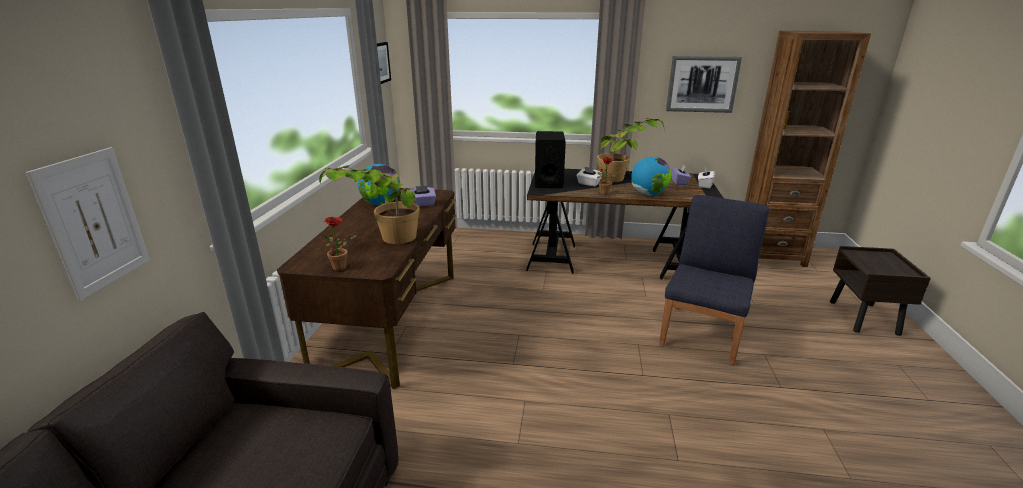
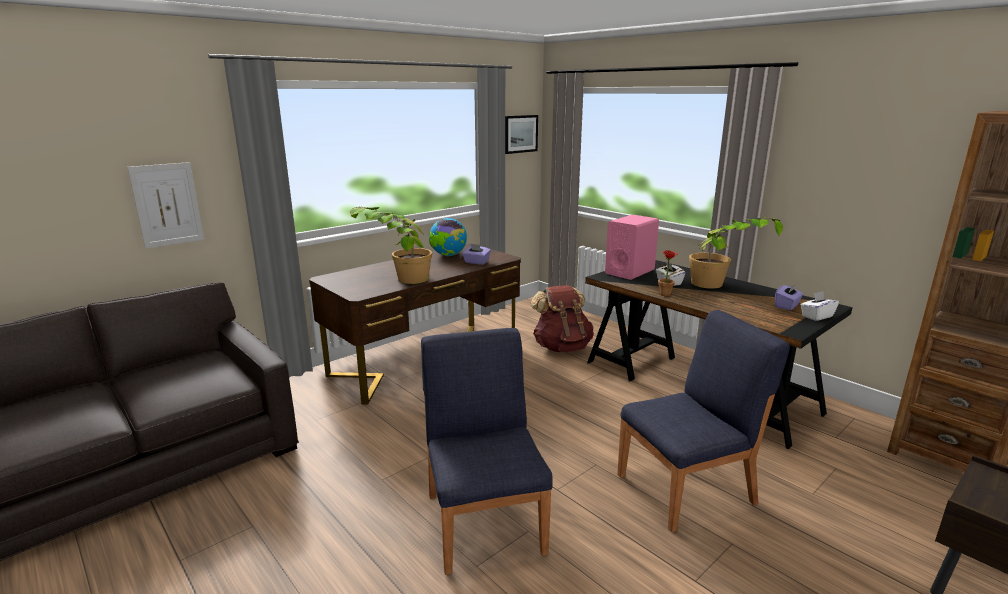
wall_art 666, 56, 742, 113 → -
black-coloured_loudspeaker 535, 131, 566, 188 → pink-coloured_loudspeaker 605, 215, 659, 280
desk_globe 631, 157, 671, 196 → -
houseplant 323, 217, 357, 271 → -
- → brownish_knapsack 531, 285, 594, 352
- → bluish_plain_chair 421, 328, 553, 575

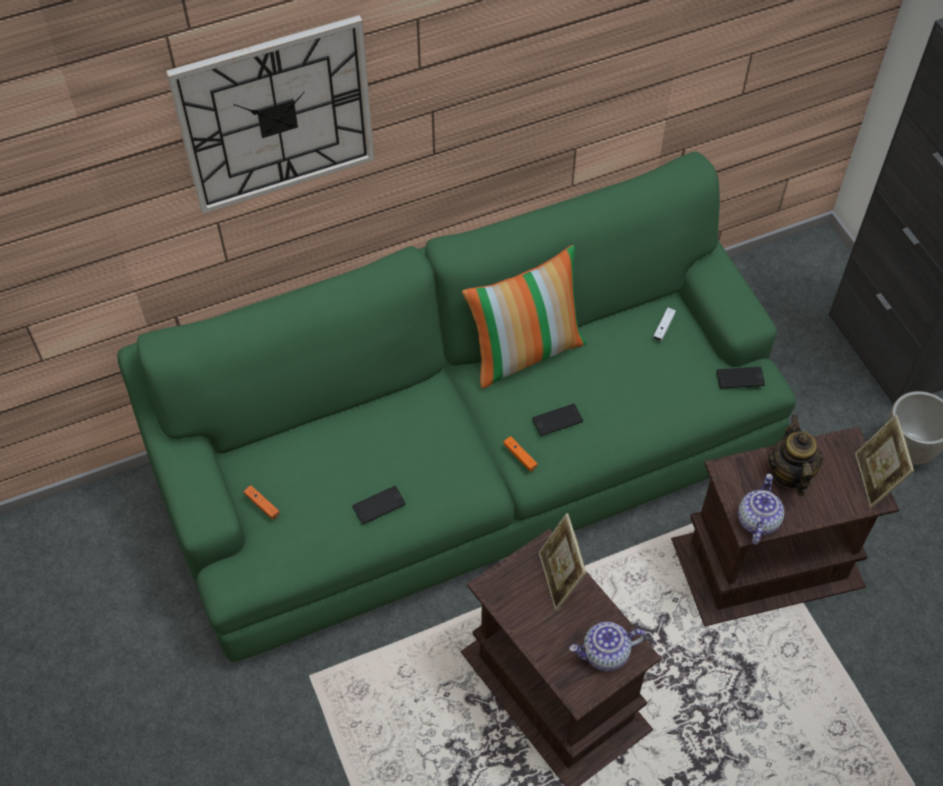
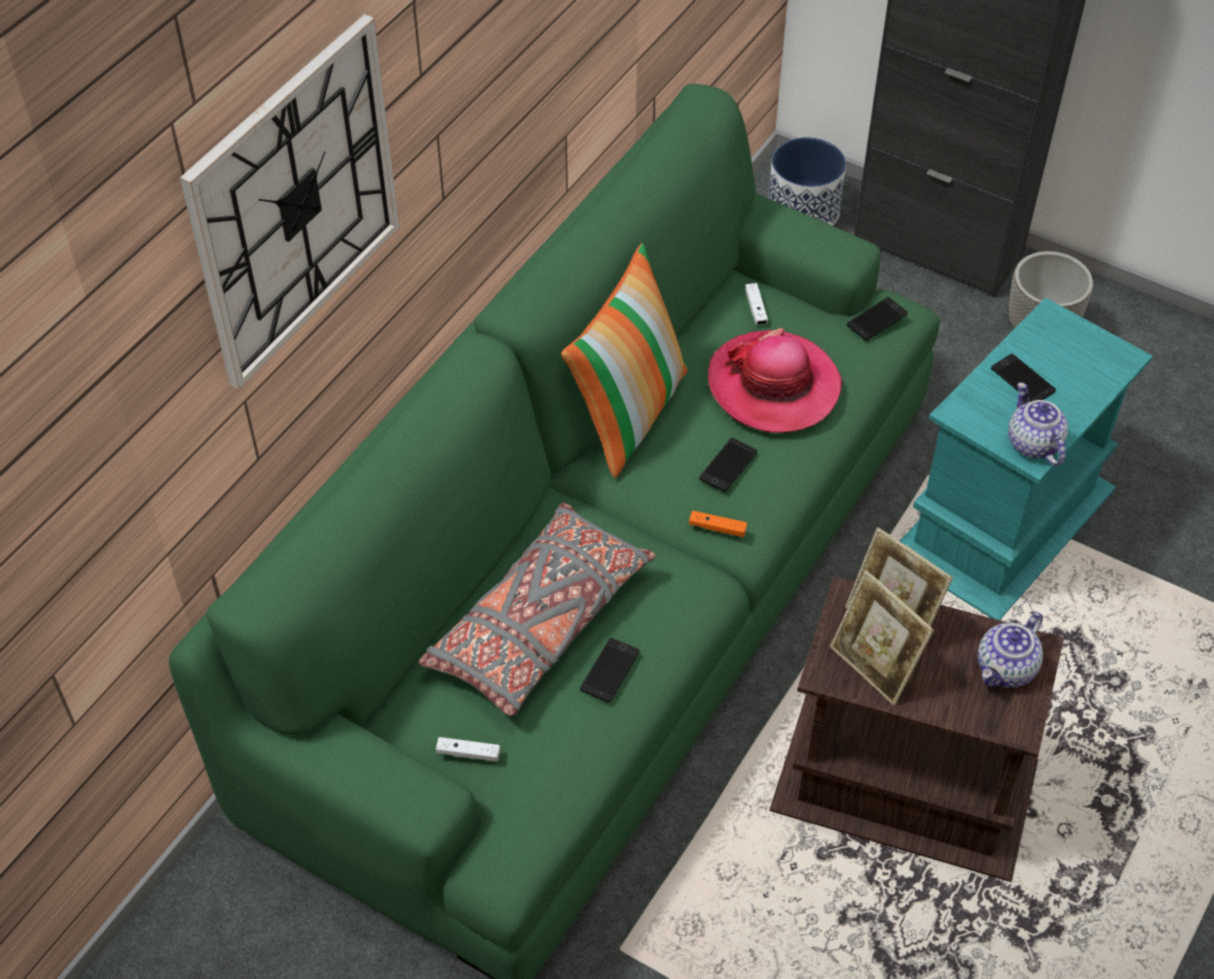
pot_for_tea 768, 415, 823, 496 → phone 991, 354, 1056, 402
photo_frame 855, 415, 914, 508 → photo_frame 830, 570, 934, 705, shifted
brownish_end_table 671, 426, 899, 627 → turquoise_end_table 900, 297, 1153, 620
orange_game_controller 244, 485, 280, 520 → white-coloured_game_controller 436, 737, 500, 762
- → flower_pot 768, 137, 846, 226
- → hat 708, 328, 843, 433
- → greyish_cushion 419, 503, 656, 716

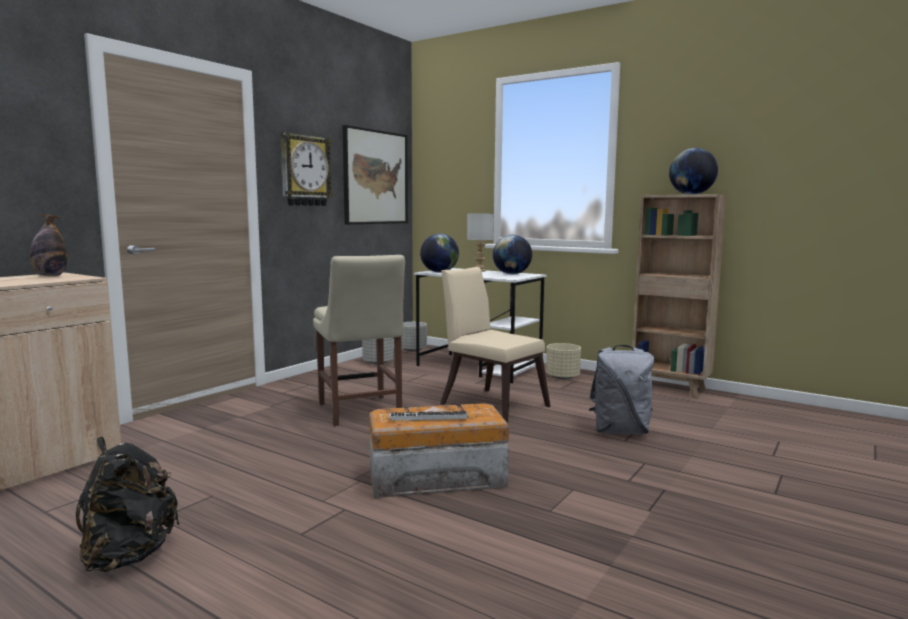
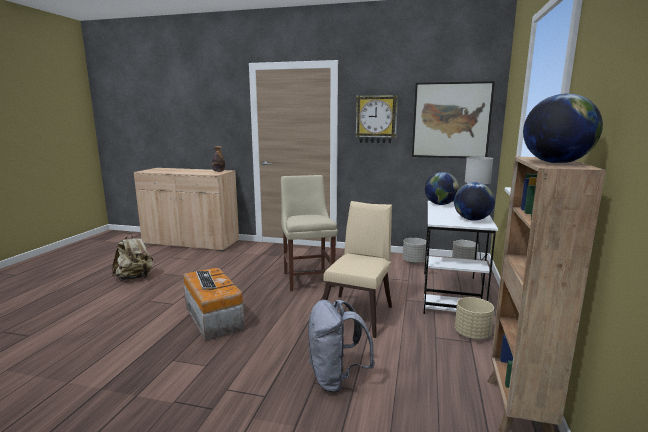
beige_plain_chair 313, 255, 405, 426 → beige_plain_chair 281, 175, 338, 291, 120 degrees clockwise
black-coloured_knapsack 76, 437, 180, 572 → beige_knapsack 112, 233, 154, 280

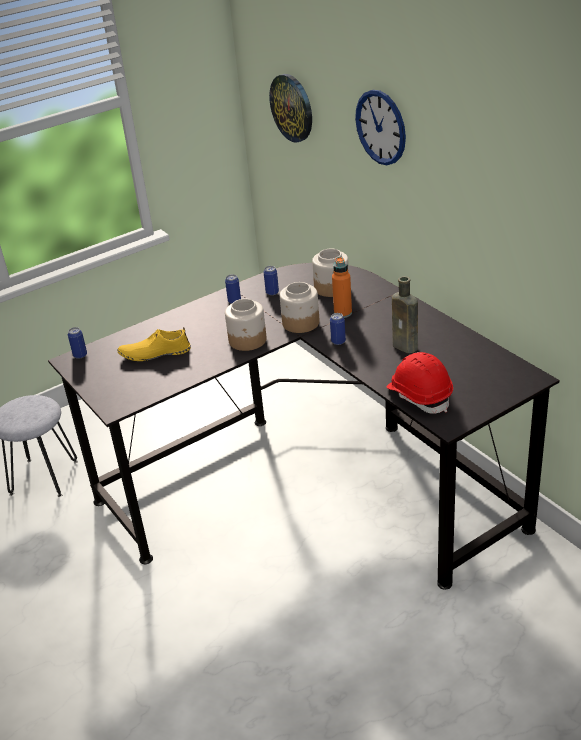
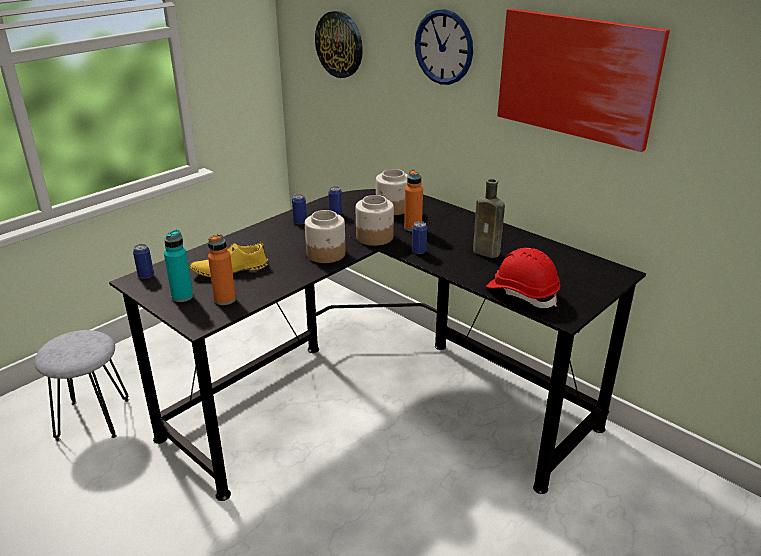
- → wall_art 497, 8, 670, 152
- → turquoise_bottle 164, 230, 193, 302
- → orange_bottle 208, 234, 236, 305

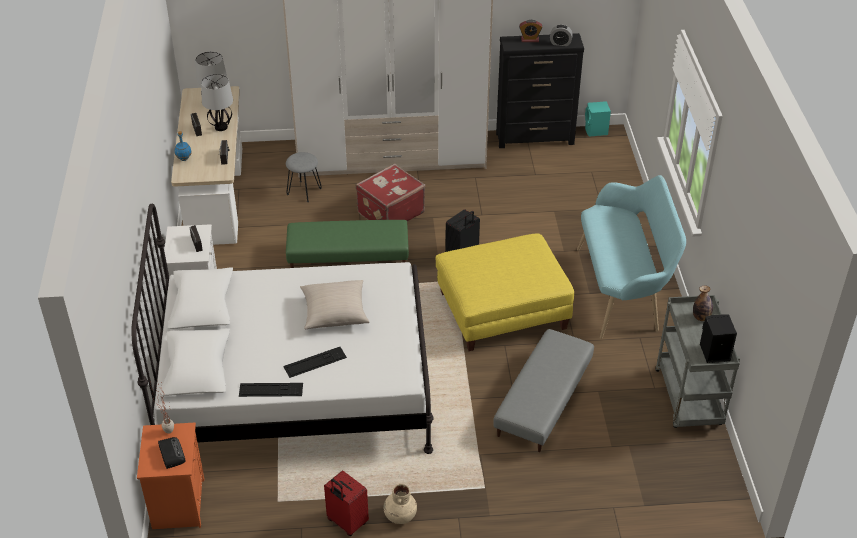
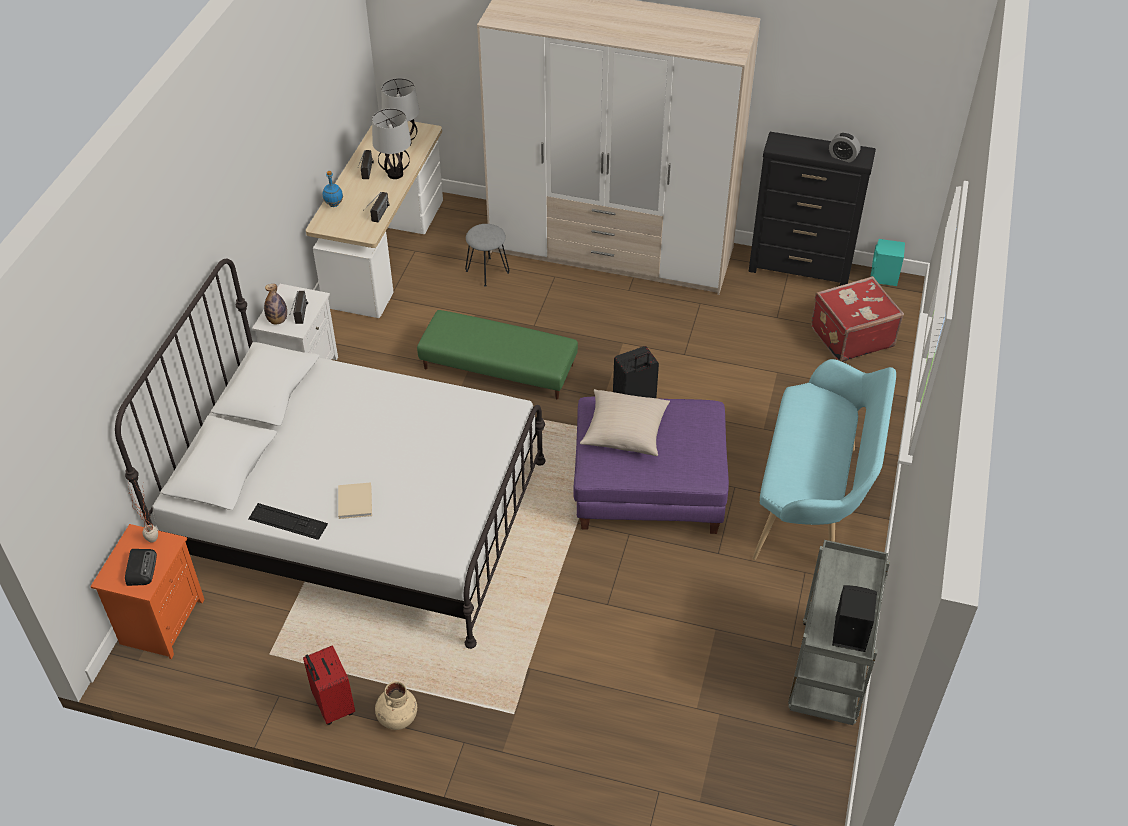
bedside_clock 519, 20, 542, 42 → -
red_suitcase 355, 163, 425, 222 → red_suitcase 811, 276, 904, 362, shifted
yellow-coloured_pouffe 436, 234, 574, 351 → purple-coloured_pouffe 573, 397, 729, 534
beige_cushion 300, 280, 369, 329 → beige_cushion 580, 389, 670, 456, shifted
bottle 693, 286, 713, 321 → bottle 264, 284, 287, 325, shifted
greyish_pouffe 493, 329, 594, 452 → -
keyboard 283, 347, 347, 378 → beige_bound_book 338, 482, 372, 519

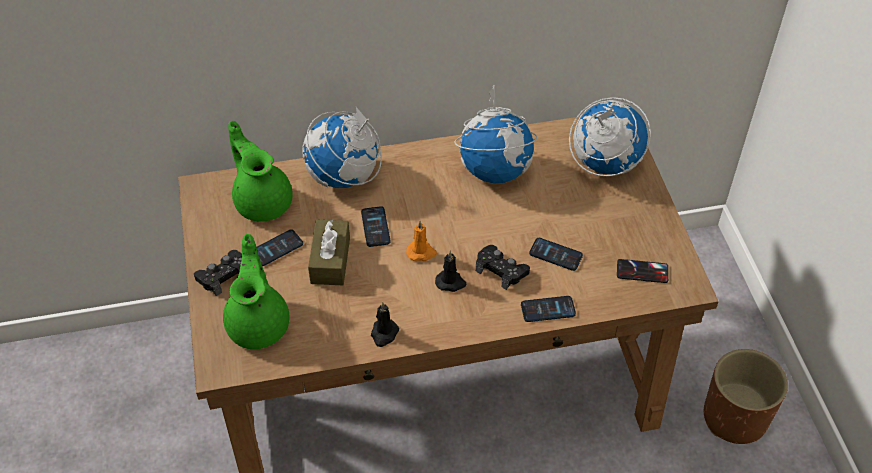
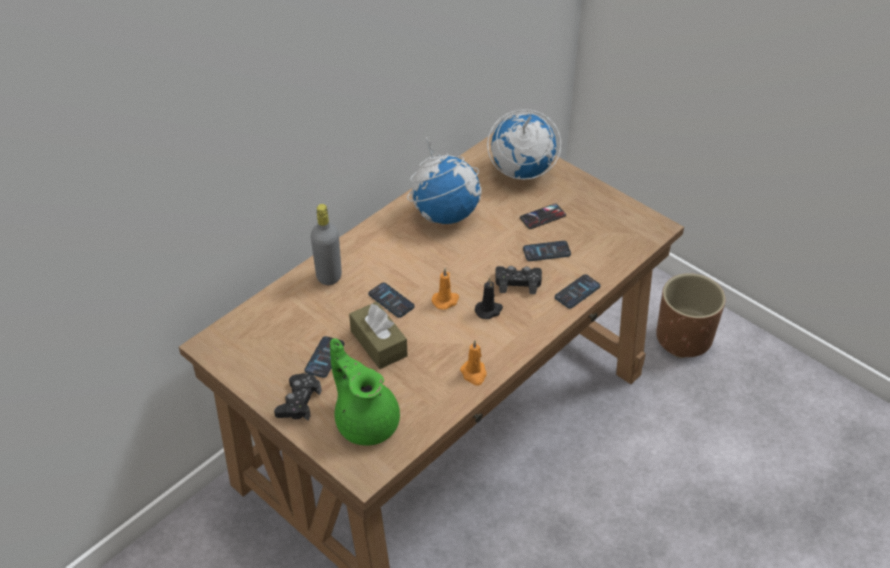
desk_globe 302, 107, 382, 188 → greyish_bottle 311, 204, 342, 285
greenish_pot_for_tea 228, 121, 293, 222 → -
phone 617, 259, 668, 283 → phone 520, 204, 566, 229, shifted
black-coloured_wax_light 371, 302, 399, 347 → orange_wax_light 460, 340, 487, 386

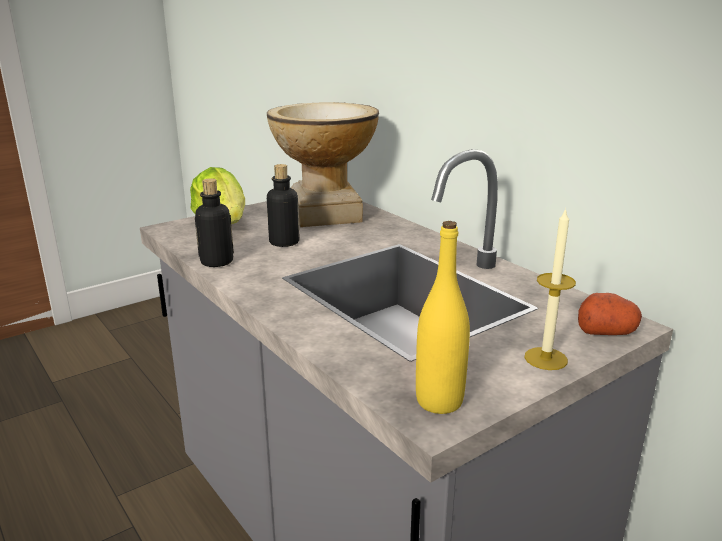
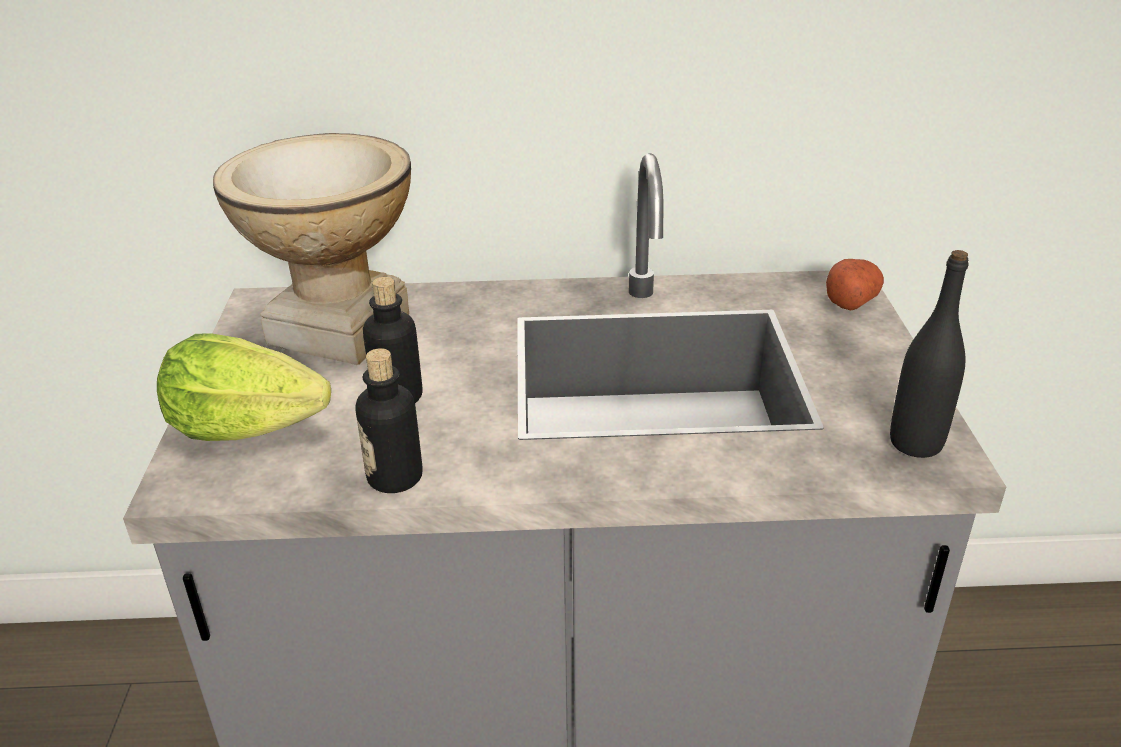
wax_light 524, 208, 576, 370 → -
yellow-coloured_bottle 416, 221, 470, 414 → black-coloured_bottle 890, 250, 968, 458

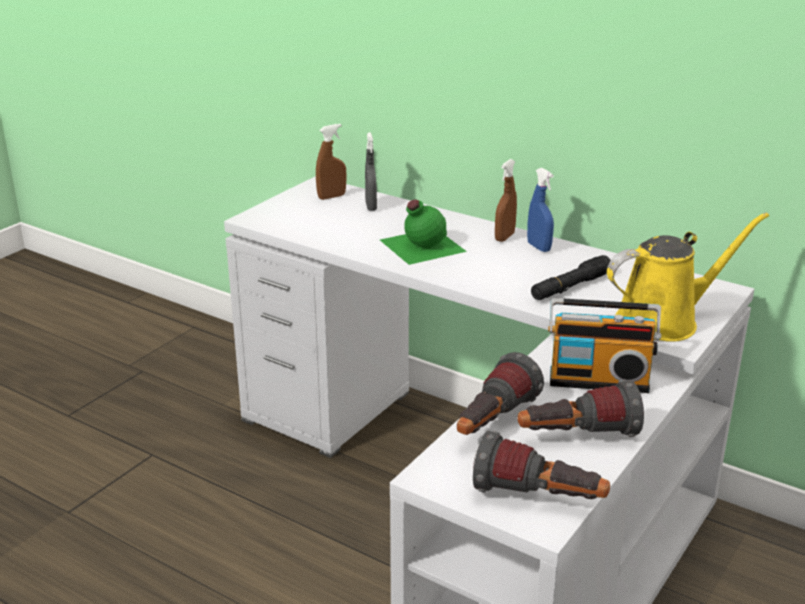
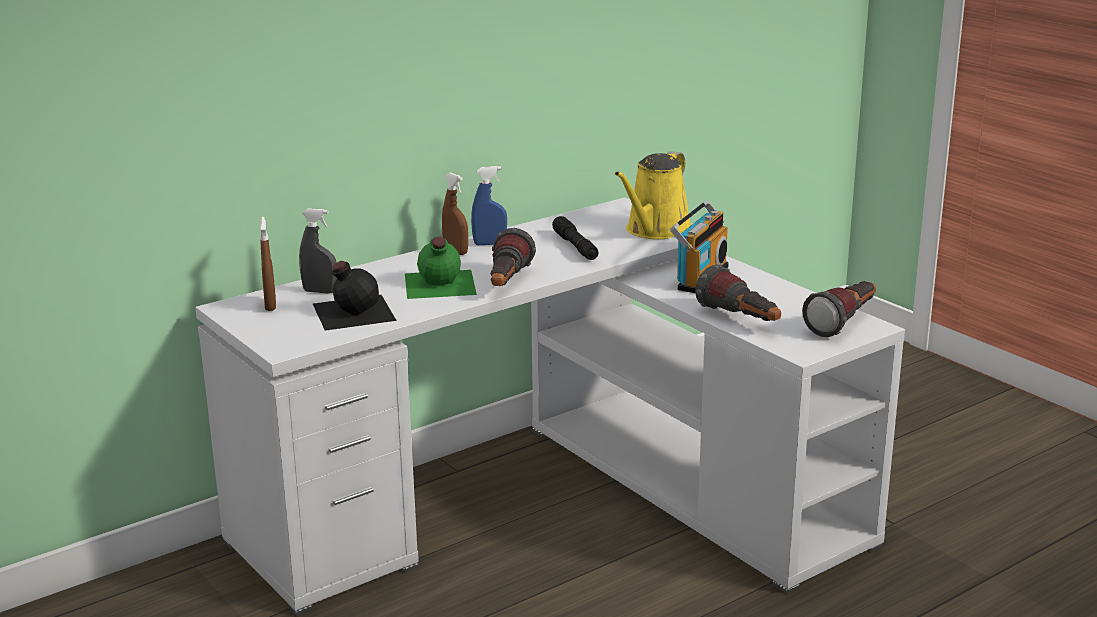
yellow-coloured_watering_pot 607, 212, 769, 341 → yellow-coloured_watering_pot 615, 152, 692, 239, 150 degrees counterclockwise
torch 518, 380, 644, 437 → torch 490, 228, 536, 286, shifted
- → black-coloured_bottle 313, 261, 397, 331

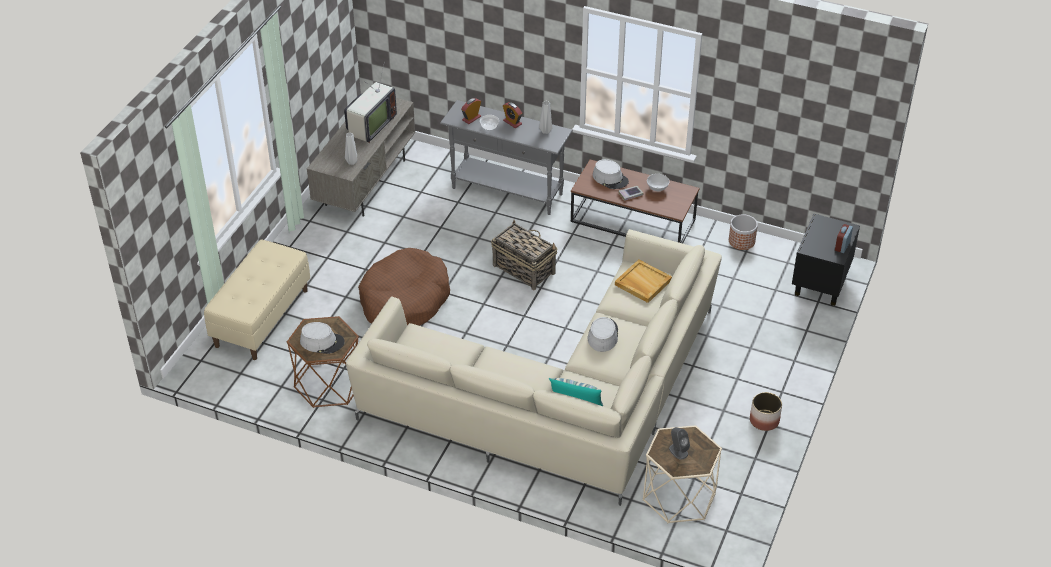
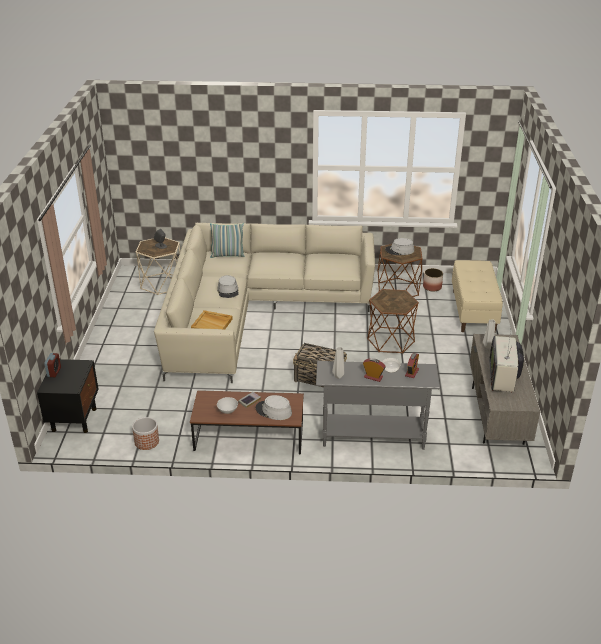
brownish_pet_bed 358, 248, 450, 326 → brownish_end_table 367, 289, 419, 354
flower_pot 750, 392, 782, 431 → flower_pot 423, 268, 443, 291, shifted

